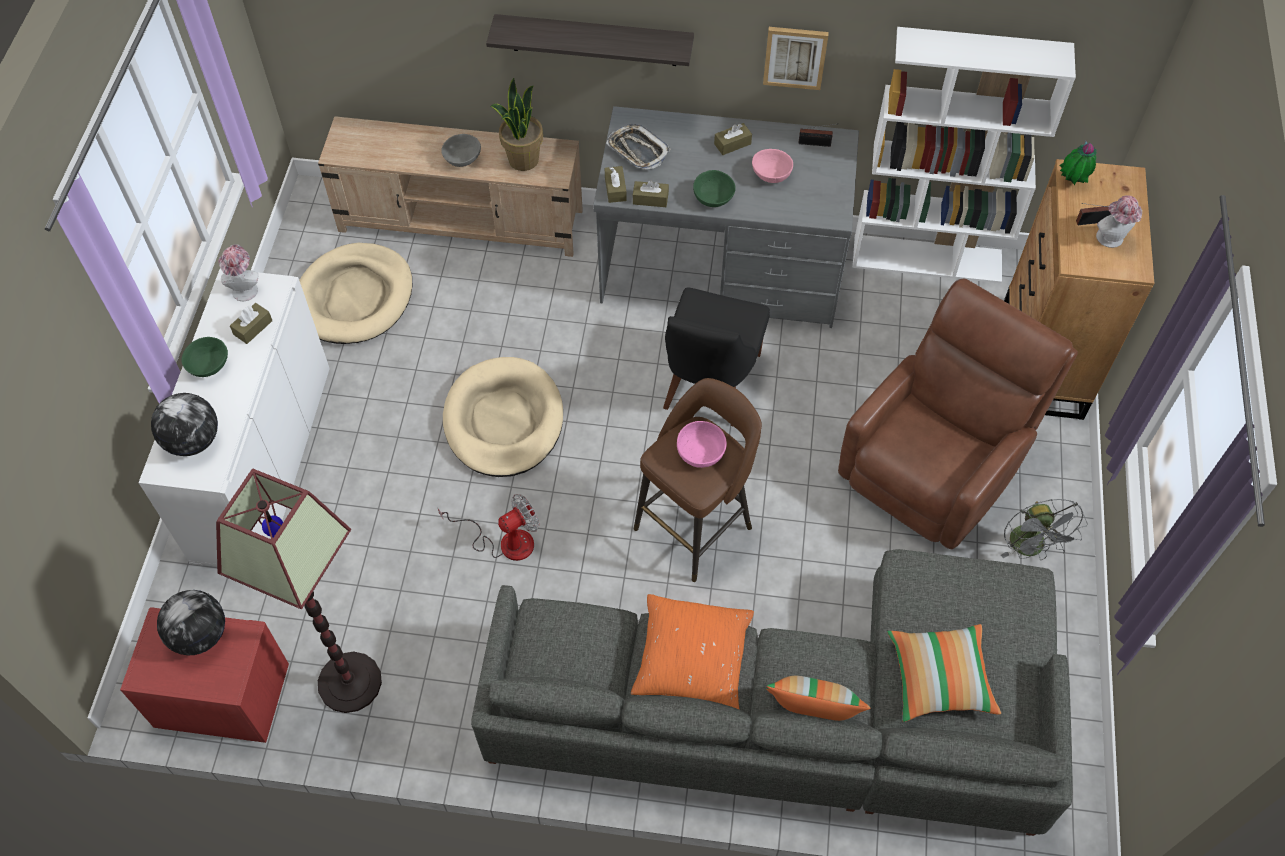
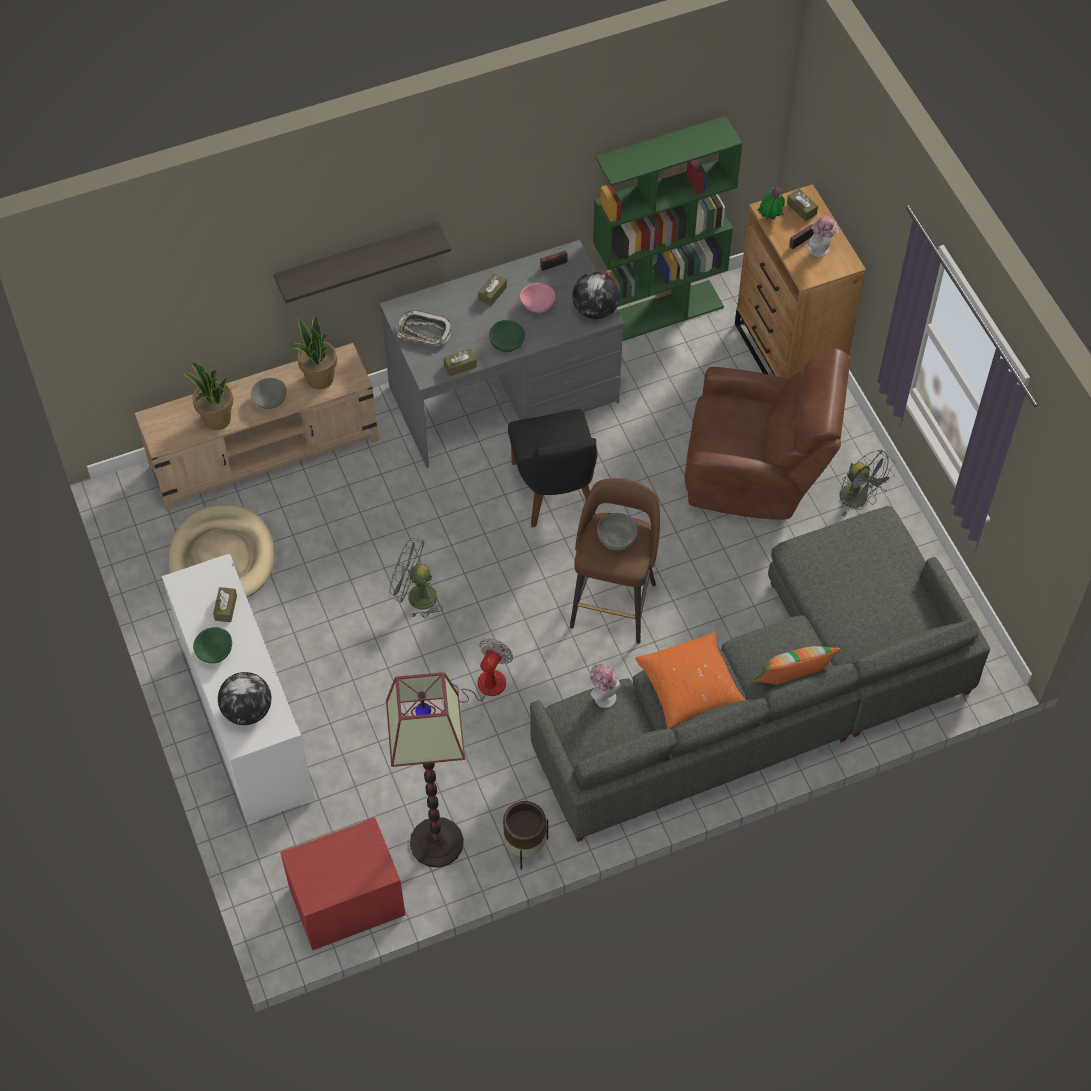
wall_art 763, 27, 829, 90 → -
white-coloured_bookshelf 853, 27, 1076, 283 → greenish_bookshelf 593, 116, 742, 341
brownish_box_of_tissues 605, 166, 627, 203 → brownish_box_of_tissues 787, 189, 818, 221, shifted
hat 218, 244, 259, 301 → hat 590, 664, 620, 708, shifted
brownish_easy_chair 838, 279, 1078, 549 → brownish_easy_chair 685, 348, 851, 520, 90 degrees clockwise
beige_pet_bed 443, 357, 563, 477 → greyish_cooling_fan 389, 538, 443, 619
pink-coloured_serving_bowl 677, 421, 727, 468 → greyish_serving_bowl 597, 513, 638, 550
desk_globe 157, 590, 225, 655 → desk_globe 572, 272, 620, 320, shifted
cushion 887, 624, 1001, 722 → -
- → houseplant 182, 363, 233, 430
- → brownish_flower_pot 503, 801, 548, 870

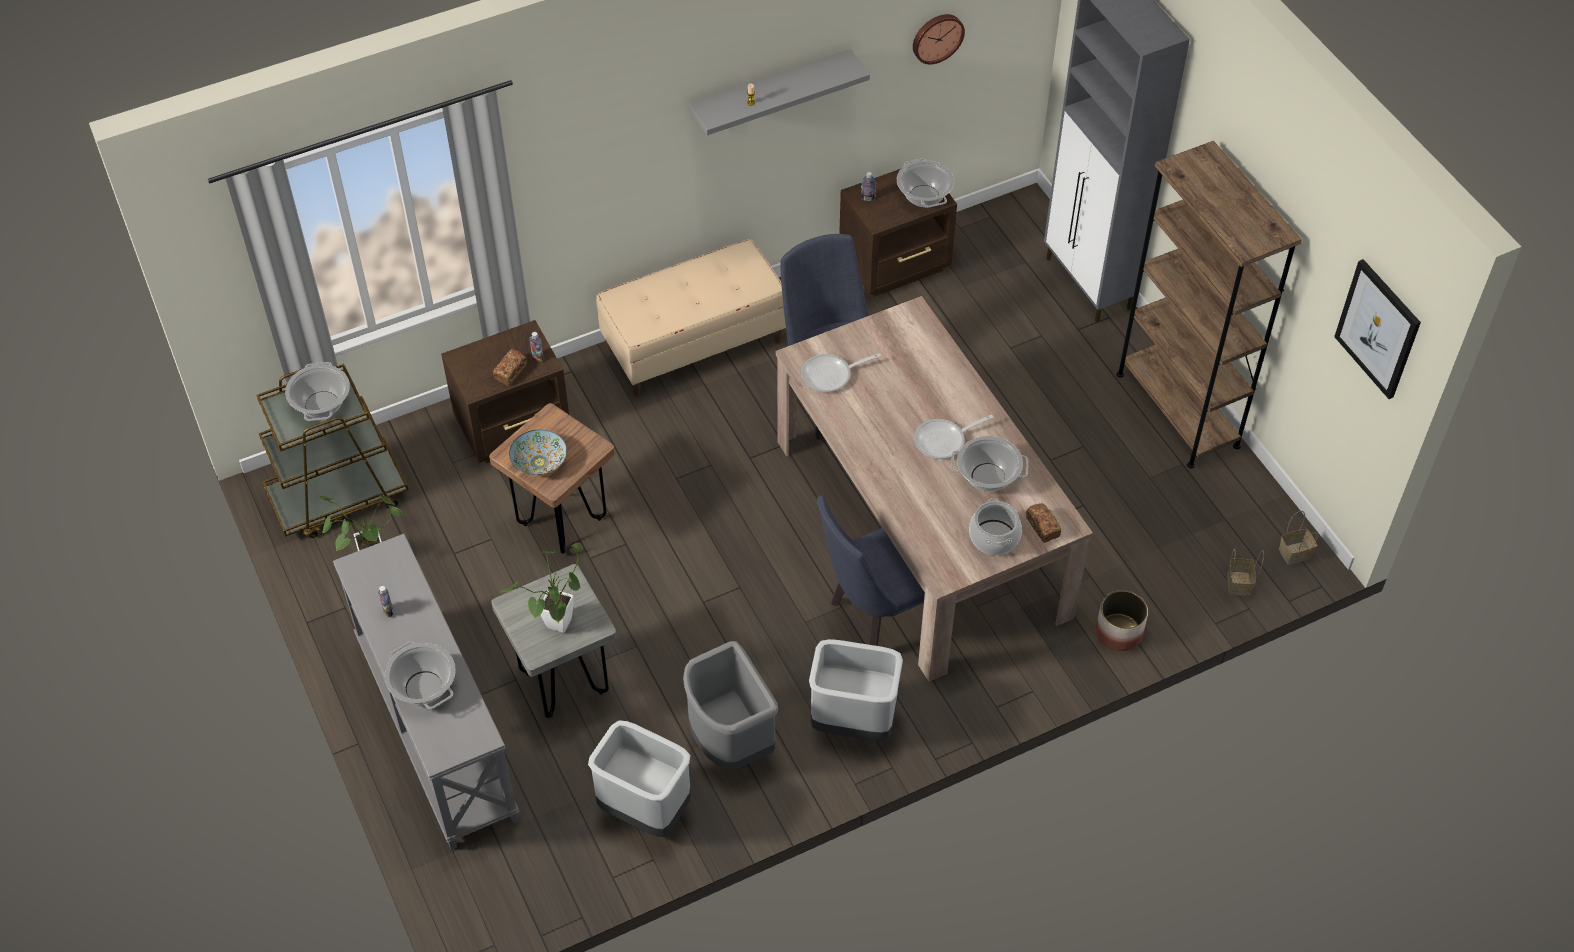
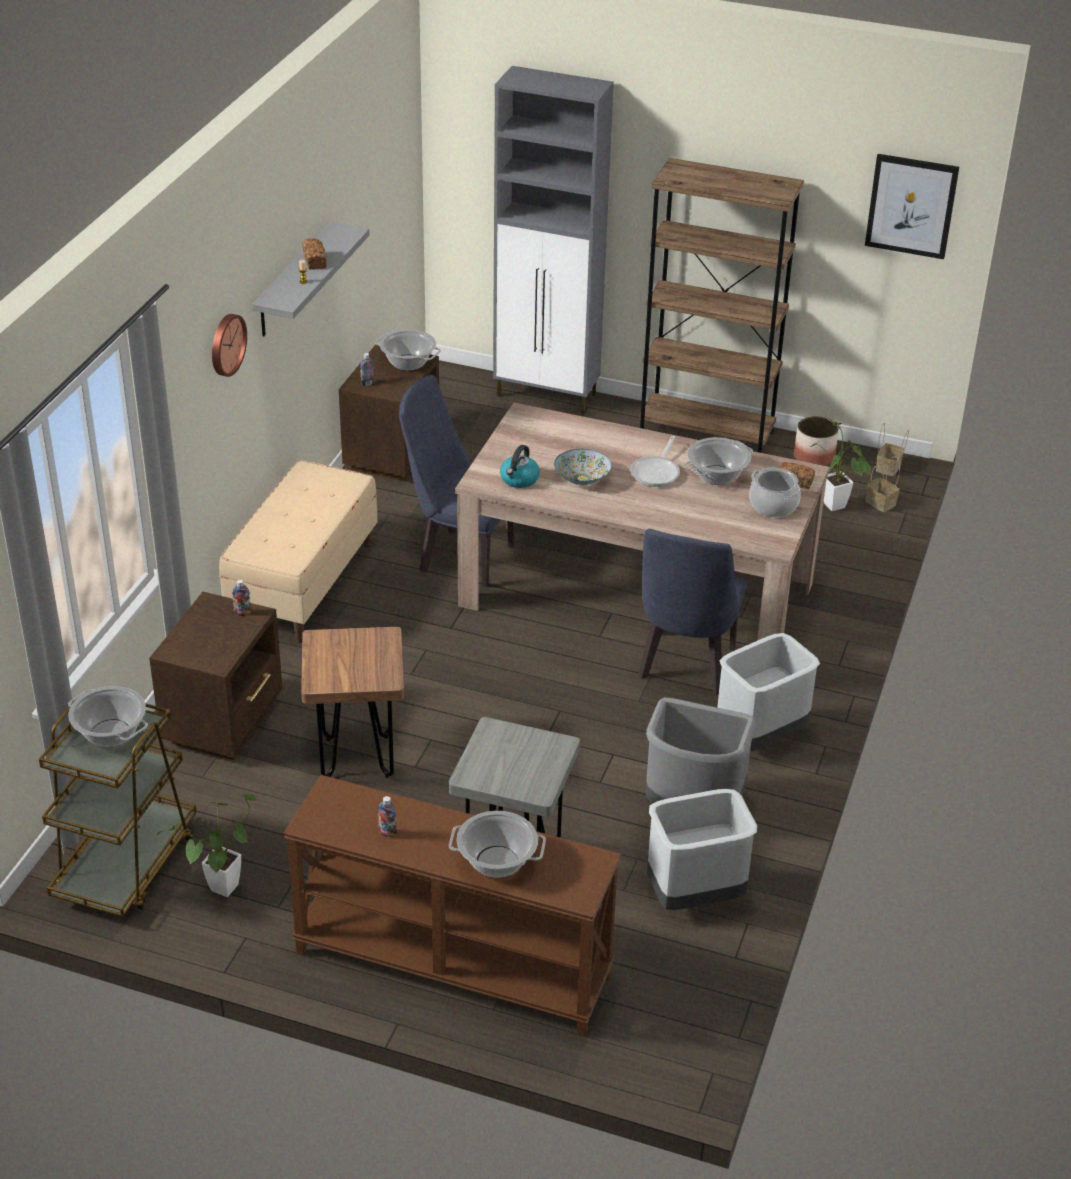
wall_clock 913, 14, 965, 64 → wall_clock 212, 314, 247, 377, shifted
baked_bread 493, 349, 527, 386 → baked_bread 302, 238, 327, 270, shifted
frying_pan 801, 353, 881, 392 → tea_kettle 500, 445, 540, 488
serving_bowl 509, 429, 567, 475 → serving_bowl 554, 449, 611, 485, shifted
greyish_narrow_table 333, 534, 519, 850 → brownish_narrow_table 284, 775, 621, 1037
houseplant 499, 543, 584, 633 → houseplant 810, 422, 871, 511, shifted
flower_pot 1096, 590, 1148, 651 → flower_pot 794, 416, 839, 466, shifted

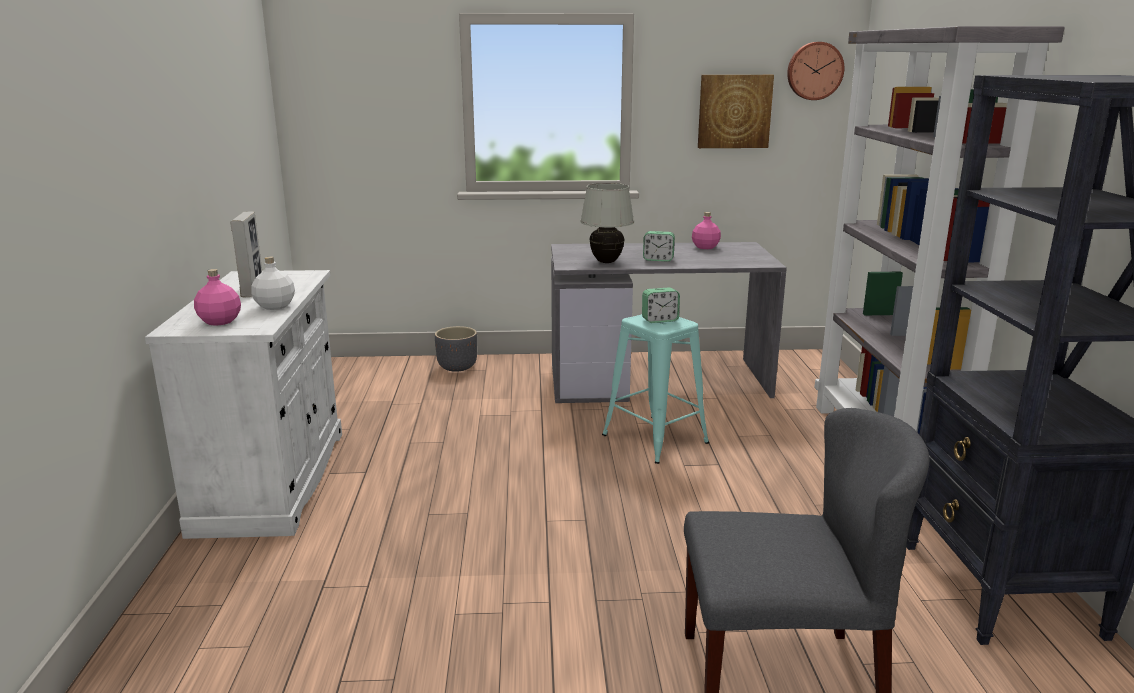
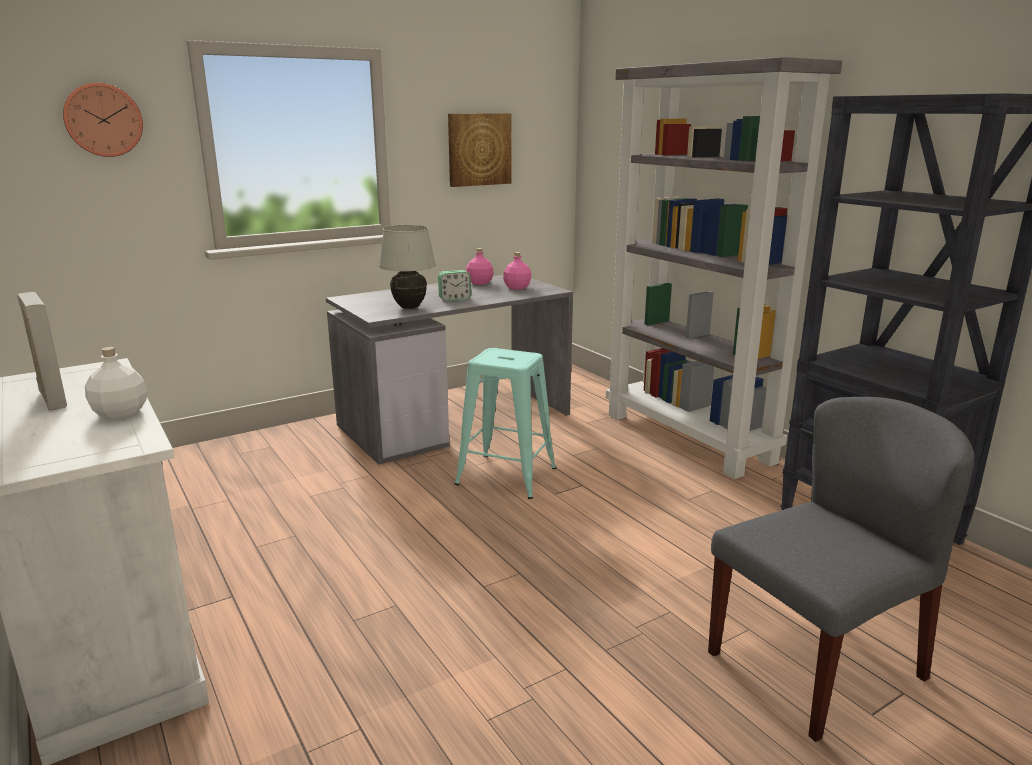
wall_clock 787, 42, 844, 100 → wall_clock 63, 83, 143, 157, shifted
pink-coloured_bottle 194, 269, 241, 326 → pink-coloured_bottle 503, 252, 532, 290, shifted
bedside_clock 642, 287, 680, 323 → -
greyish_flower_pot 435, 326, 477, 372 → -

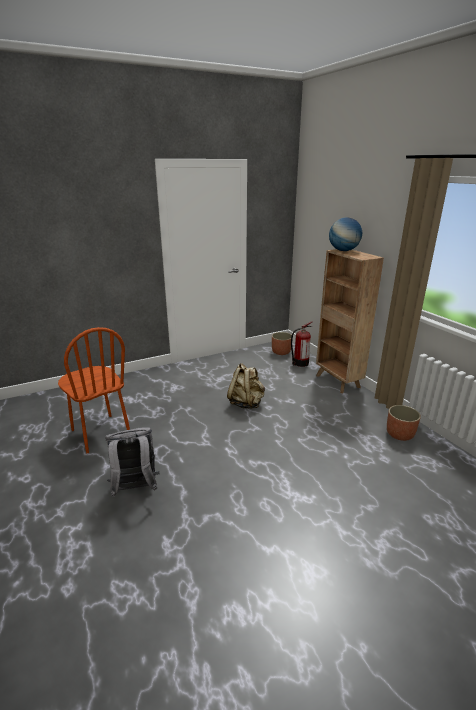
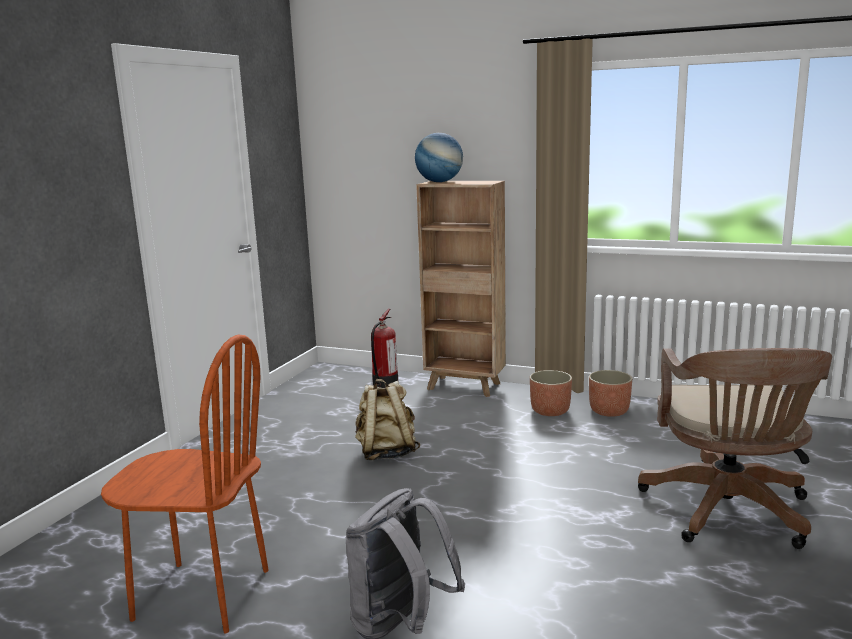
flower_pot 272, 332, 292, 355 → flower_pot 530, 370, 572, 416, shifted
- → brownish_computer_chair 638, 348, 832, 549

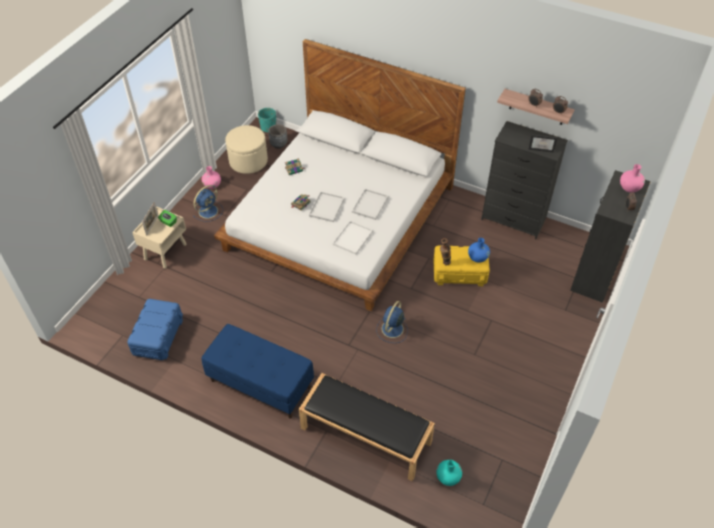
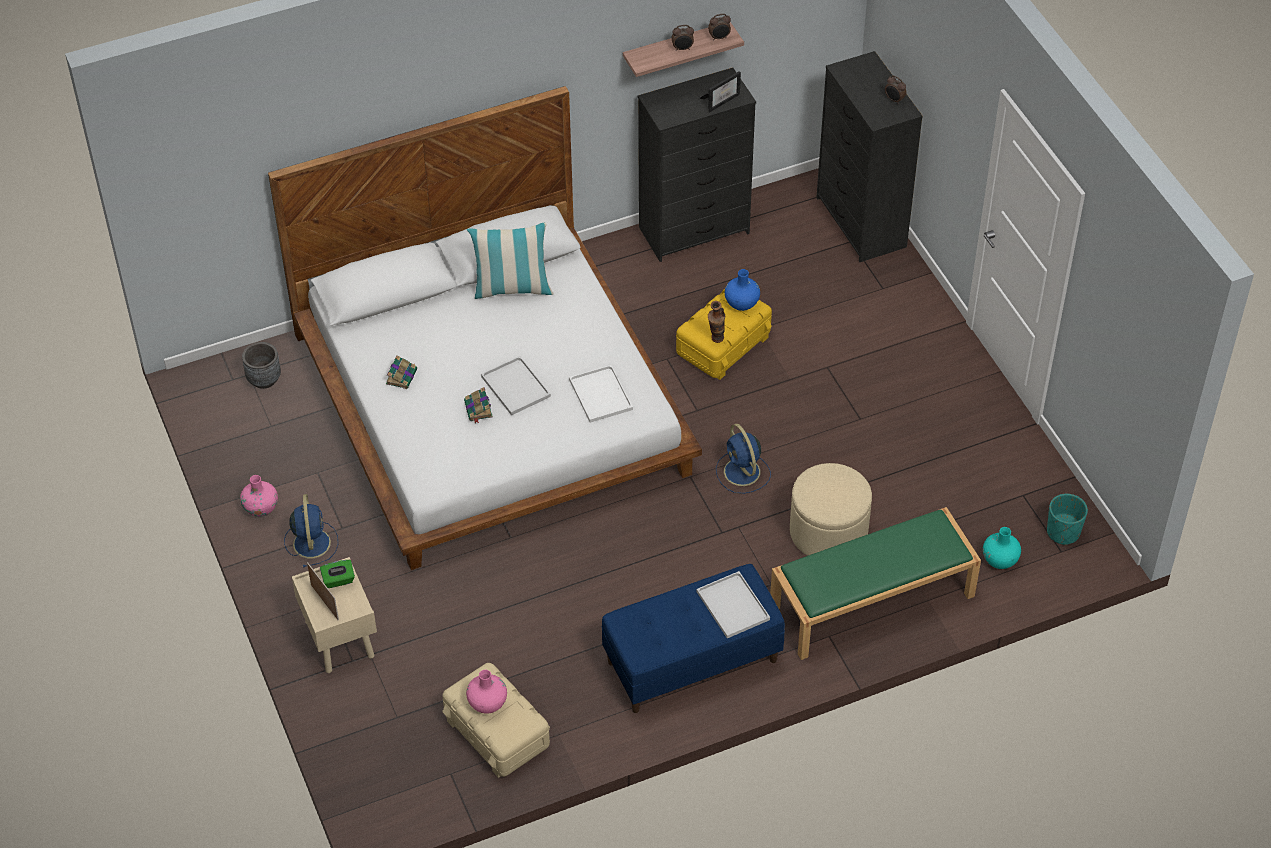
turquoise_flower_pot 258, 108, 276, 132 → turquoise_flower_pot 1047, 494, 1088, 545, shifted
beige_pouffe 225, 125, 268, 174 → beige_pouffe 790, 463, 872, 556, shifted
pink-coloured_decorative_vase 620, 164, 645, 193 → pink-coloured_decorative_vase 466, 670, 507, 714, shifted
white-coloured_tray 352, 189, 389, 220 → white-coloured_tray 697, 571, 770, 638, shifted
bluish_storage_box 127, 299, 183, 360 → beige_storage_box 442, 663, 550, 778
black-coloured_bench 299, 373, 435, 481 → greenish_bench 770, 507, 981, 660
- → cushion 467, 223, 554, 299

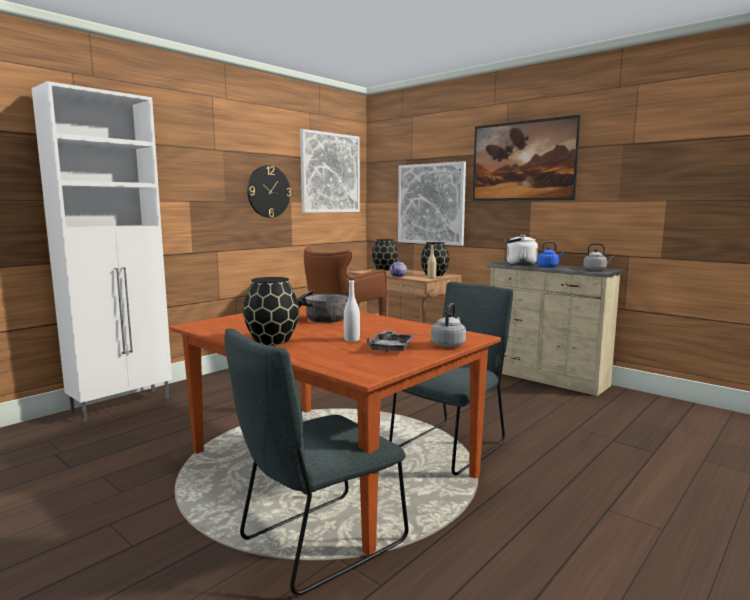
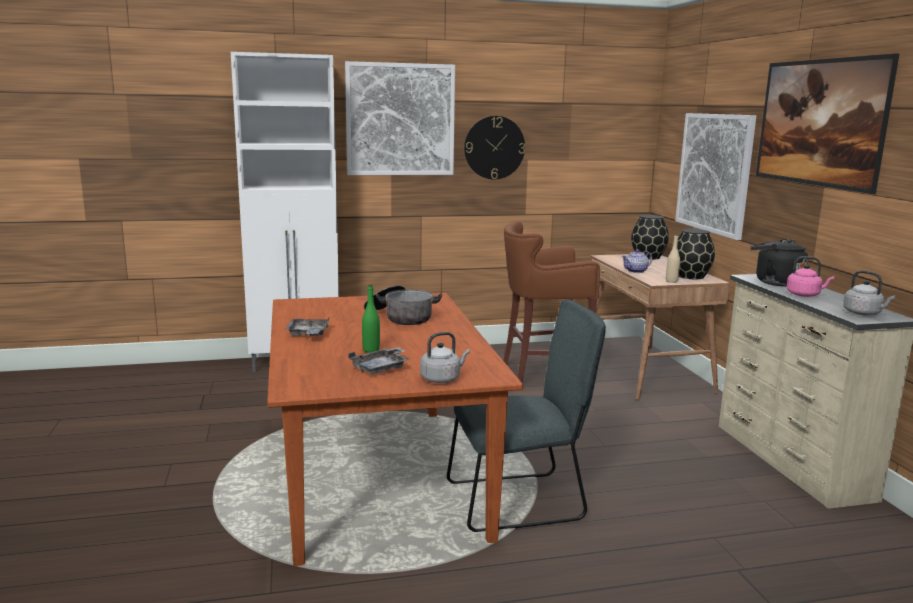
wall_art 300, 129, 360, 213 → wall_art 345, 61, 455, 175, shifted
white-coloured_tea_kettle 505, 235, 538, 265 → black-coloured_tea_kettle 751, 239, 808, 287
bluish_tea_kettle 537, 241, 564, 268 → pink-coloured_tea_kettle 786, 256, 834, 297
black-coloured_decorative_vase 243, 277, 299, 345 → greyish_tray 285, 316, 330, 336
white-coloured_bottle 344, 279, 360, 342 → greenish_bottle 362, 285, 380, 353
greyish_plain_chair 224, 328, 408, 595 → -

